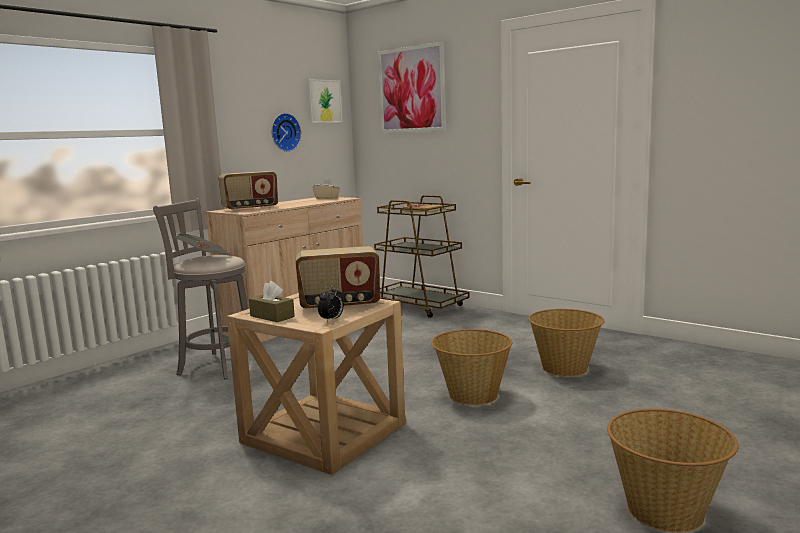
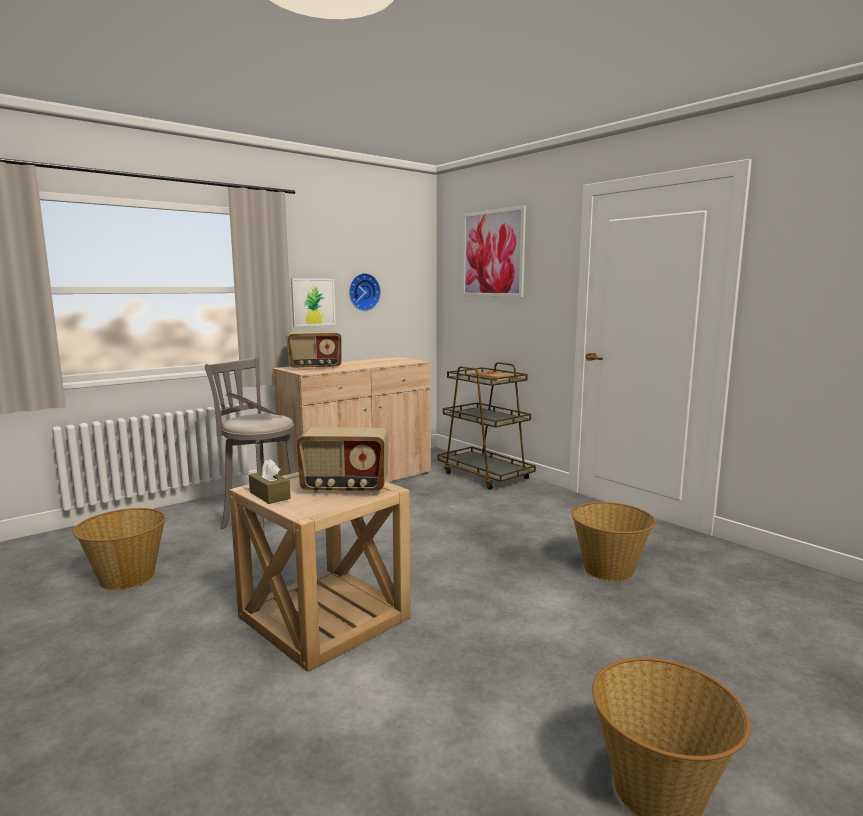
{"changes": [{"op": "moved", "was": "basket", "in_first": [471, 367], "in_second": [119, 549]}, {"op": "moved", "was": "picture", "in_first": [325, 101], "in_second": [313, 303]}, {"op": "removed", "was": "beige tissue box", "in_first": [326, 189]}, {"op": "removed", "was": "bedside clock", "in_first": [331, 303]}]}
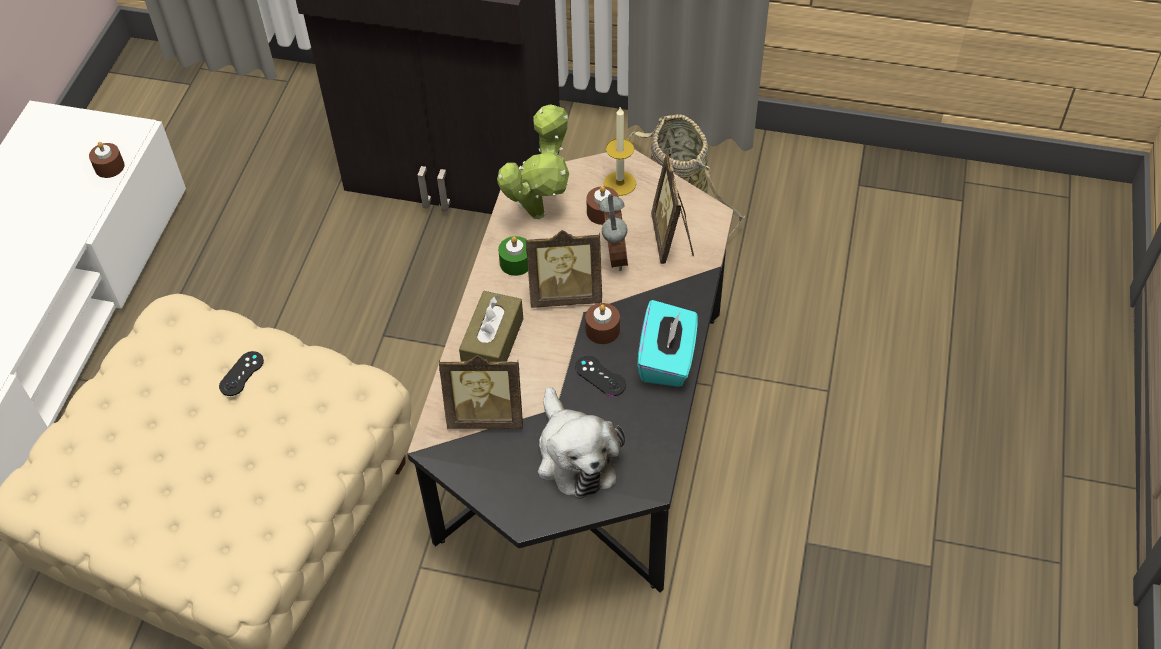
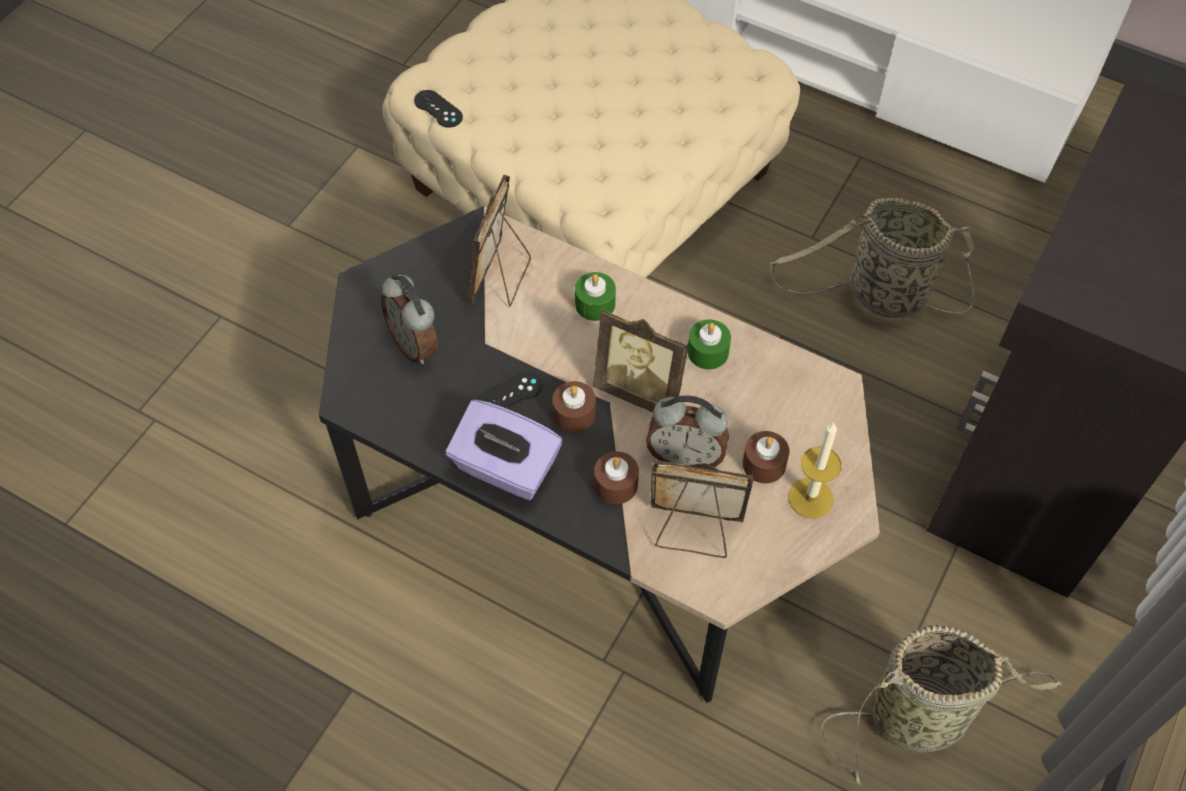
{"changes": [{"op": "replaced", "was": "plush toy", "now": "bedside clock", "in_first": [581, 443], "in_second": [409, 319]}, {"op": "moved", "was": "black-coloured game controller", "in_first": [241, 373], "in_second": [438, 109]}, {"op": "recoloured", "was": "turquoise-coloured tissue box", "now": "purple tissue box", "in_first": [667, 343], "in_second": [504, 450]}, {"op": "replaced", "was": "brownish tissue box", "now": "green wax candle", "in_first": [491, 326], "in_second": [595, 296]}, {"op": "turned", "was": "photo frame", "in_first": [564, 269], "in_second": [641, 360], "clockwise": -75}, {"op": "moved", "was": "brownish wax candle", "in_first": [107, 160], "in_second": [616, 477]}, {"op": "added", "now": "basket", "in_second": [872, 258]}, {"op": "removed", "was": "potted plant", "in_first": [533, 161]}]}
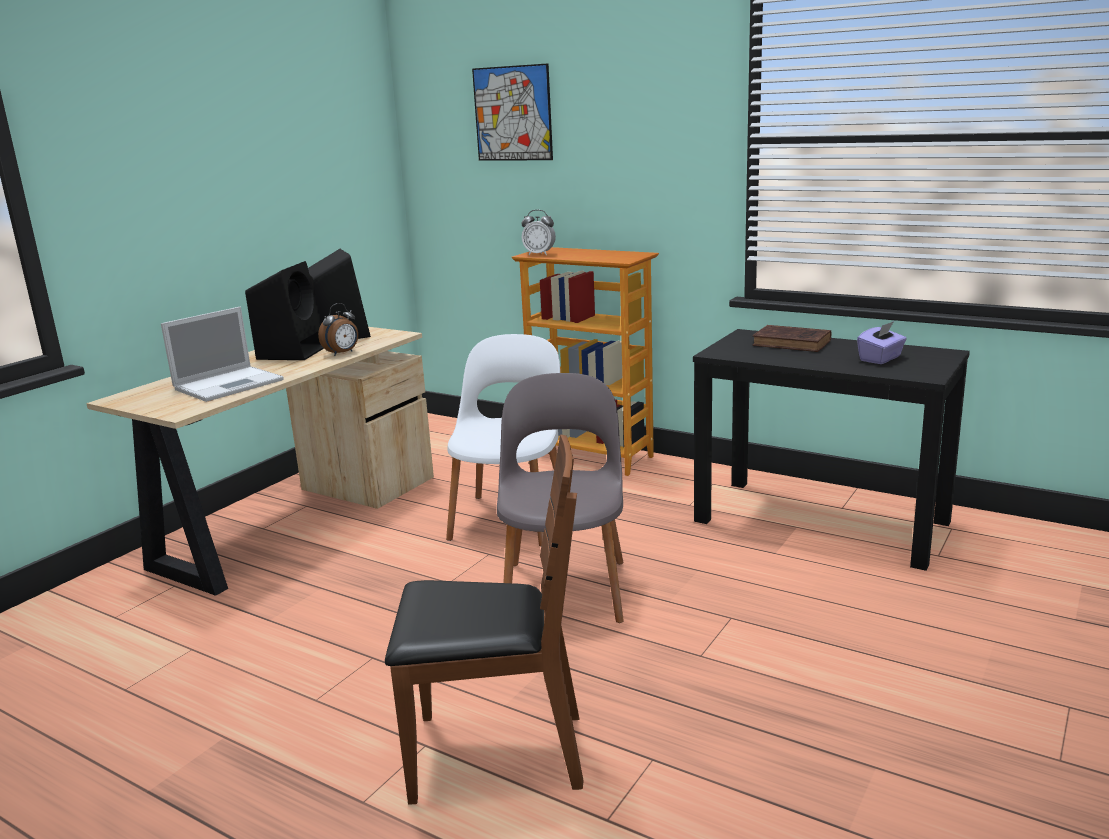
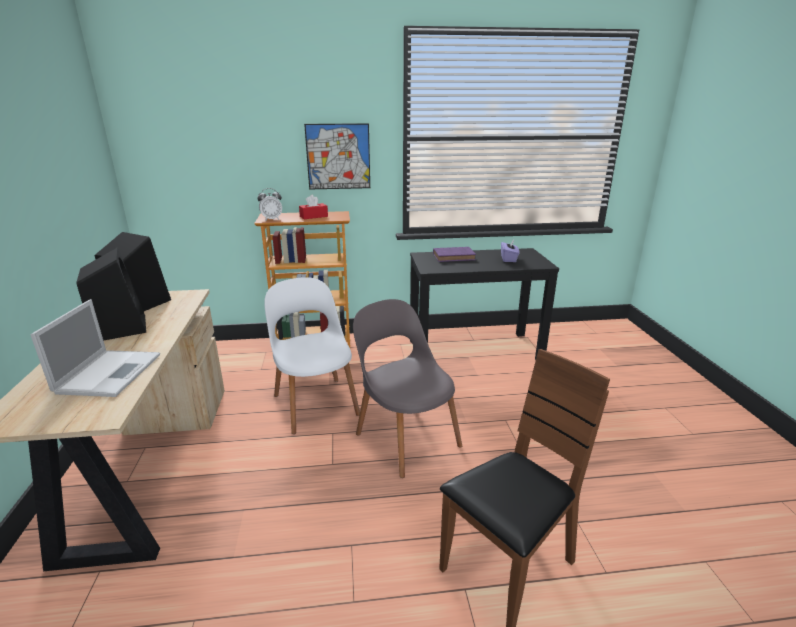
{"changes": [{"op": "added", "now": "red-coloured tissue box", "in_second": [313, 207]}, {"op": "moved", "was": "picture", "in_first": [512, 112], "in_second": [337, 156]}, {"op": "recoloured", "was": "brownish book", "now": "purple book", "in_first": [792, 338], "in_second": [454, 254]}, {"op": "removed", "was": "bedside clock", "in_first": [338, 329]}]}
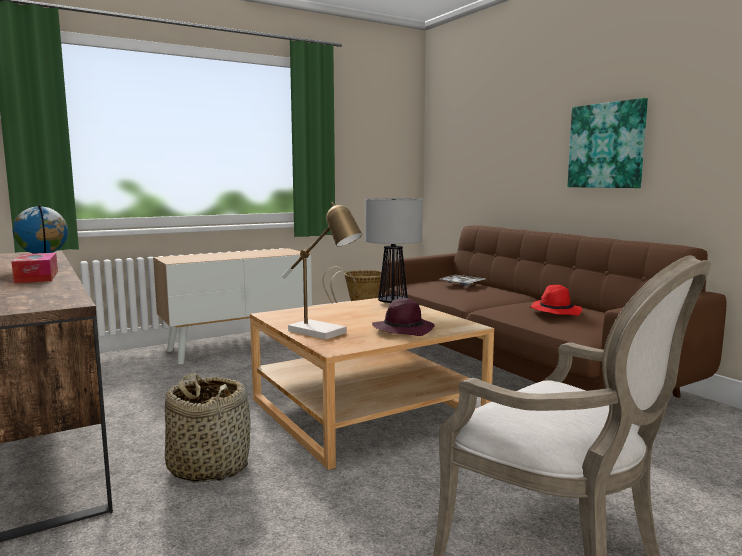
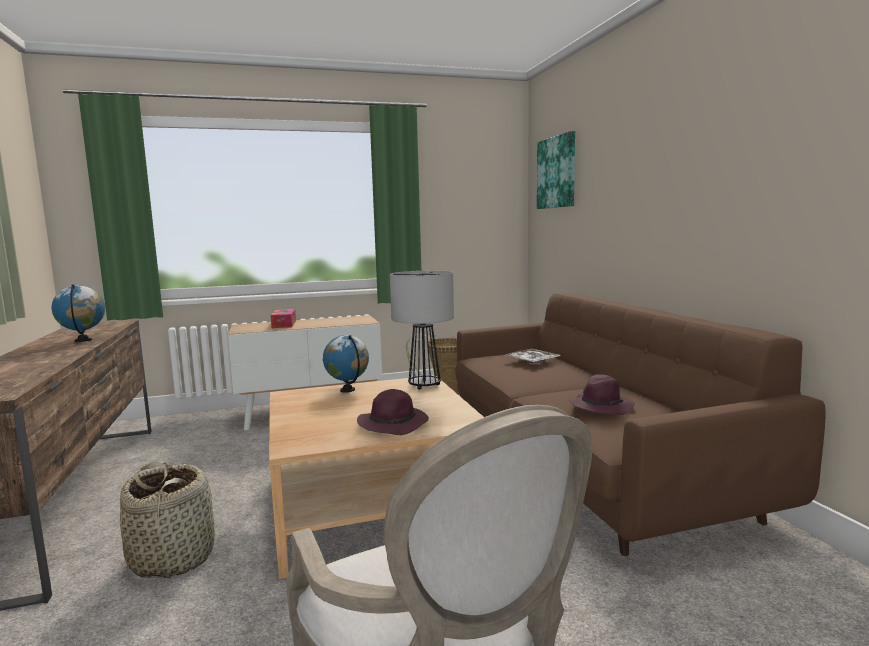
{"changes": [{"op": "moved", "was": "tissue box", "in_first": [34, 268], "in_second": [283, 318]}, {"op": "added", "now": "world globe", "in_second": [346, 364]}, {"op": "moved", "was": "picture", "in_first": [607, 143], "in_second": [556, 170]}, {"op": "recoloured", "was": "red-coloured clothing hat", "now": "purple clothing hat", "in_first": [556, 300], "in_second": [602, 394]}, {"op": "removed", "was": "lamp for a table", "in_first": [322, 271]}]}
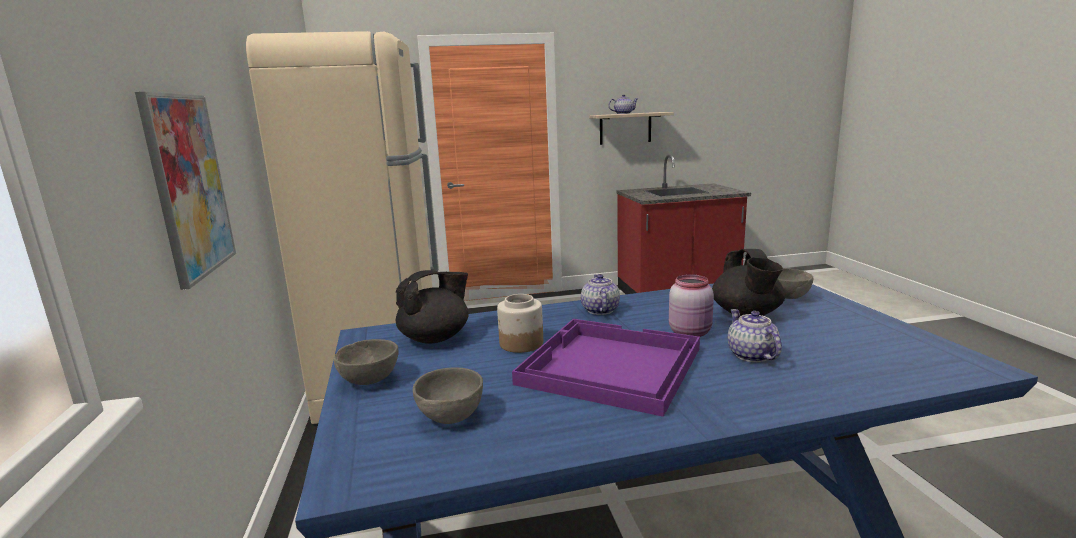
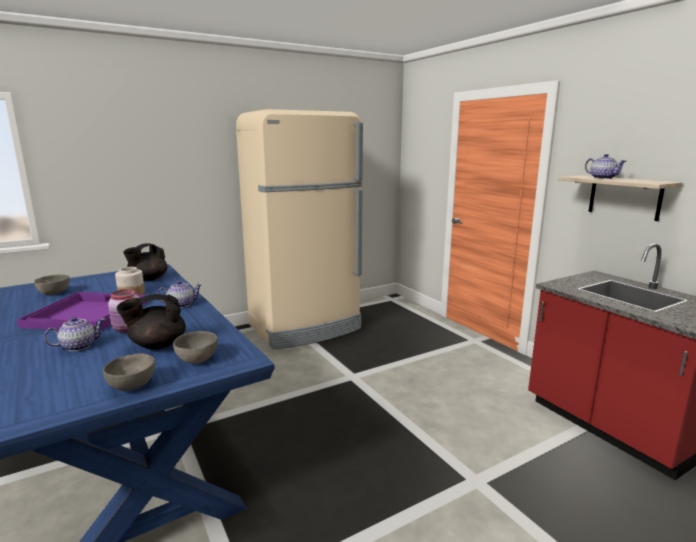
{"changes": [{"op": "moved", "was": "greyish deep dish", "in_first": [366, 362], "in_second": [129, 372]}, {"op": "turned", "was": "black-coloured pot for tea", "in_first": [432, 307], "in_second": [145, 262], "clockwise": 90}, {"op": "removed", "was": "picture", "in_first": [185, 191]}]}
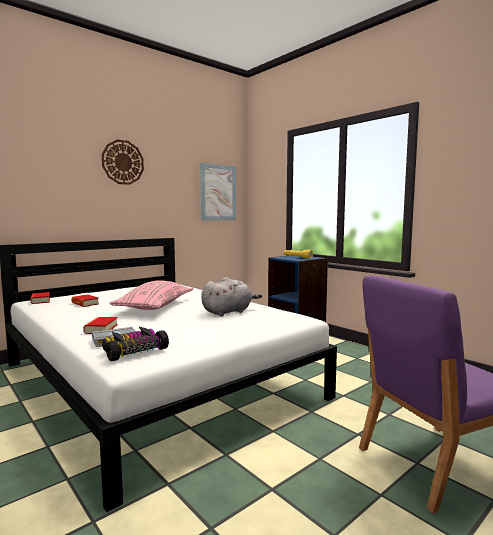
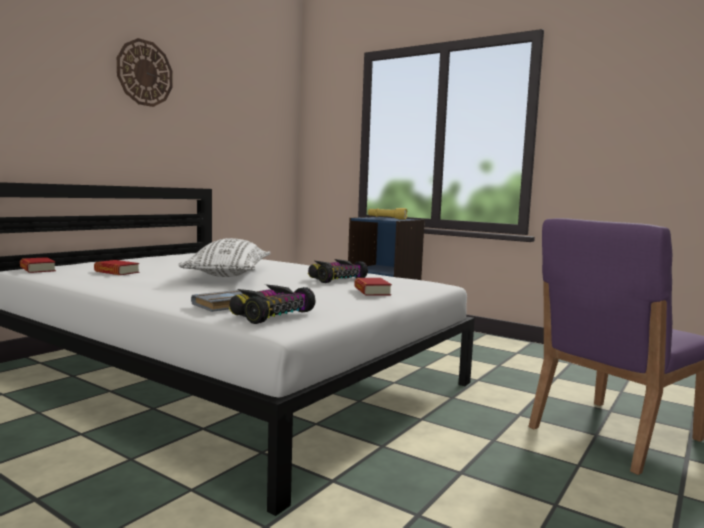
{"changes": [{"op": "recoloured", "was": "pink cushion", "now": "white cushion", "in_first": [151, 295], "in_second": [224, 257]}, {"op": "replaced", "was": "greyish plush toy", "now": "model car", "in_first": [231, 296], "in_second": [338, 271]}, {"op": "moved", "was": "book", "in_first": [100, 325], "in_second": [373, 287]}, {"op": "removed", "was": "picture", "in_first": [218, 192]}]}
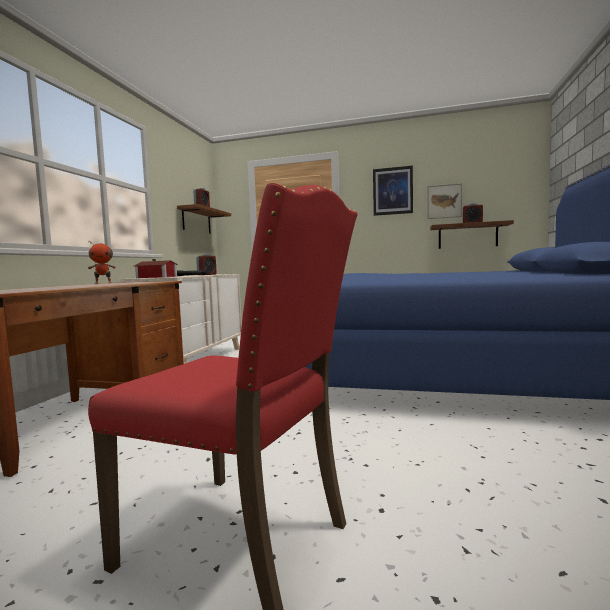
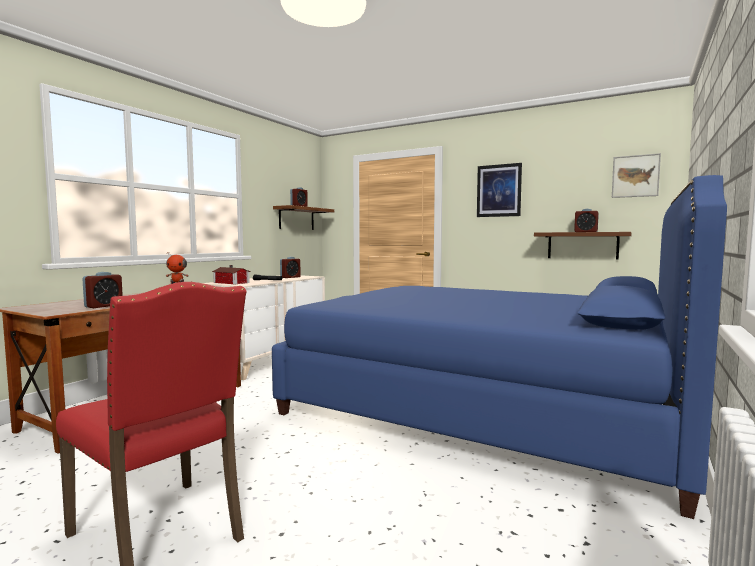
{"changes": [{"op": "added", "now": "bedside clock", "in_second": [102, 290]}, {"op": "moved", "was": "picture", "in_first": [444, 201], "in_second": [636, 175]}]}
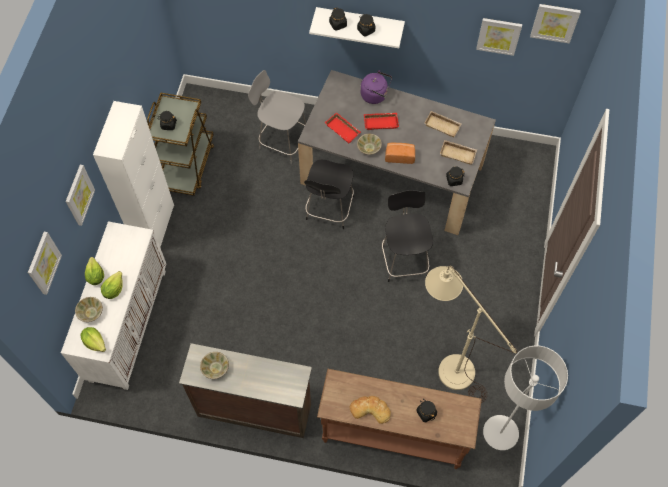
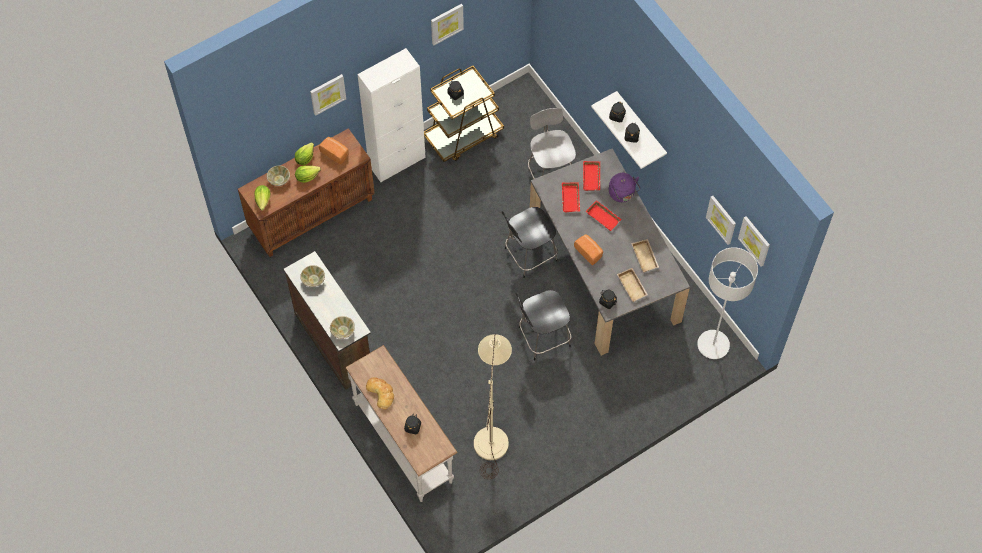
{"changes": [{"op": "recoloured", "was": "white cupboard", "now": "brownish cupboard", "in_first": [113, 305], "in_second": [306, 192]}, {"op": "added", "now": "bakery bread", "in_second": [333, 151]}, {"op": "moved", "was": "beige deep dish", "in_first": [369, 144], "in_second": [342, 327]}, {"op": "recoloured", "was": "brownish narrow table", "now": "white narrow table", "in_first": [399, 419], "in_second": [401, 423]}, {"op": "moved", "was": "picture", "in_first": [45, 263], "in_second": [447, 24]}, {"op": "turned", "was": "black-coloured upright chair", "in_first": [407, 236], "in_second": [543, 325], "clockwise": -150}, {"op": "added", "now": "red-coloured serving tray", "in_second": [592, 176]}, {"op": "moved", "was": "greyish standard lamp", "in_first": [525, 398], "in_second": [727, 303]}]}
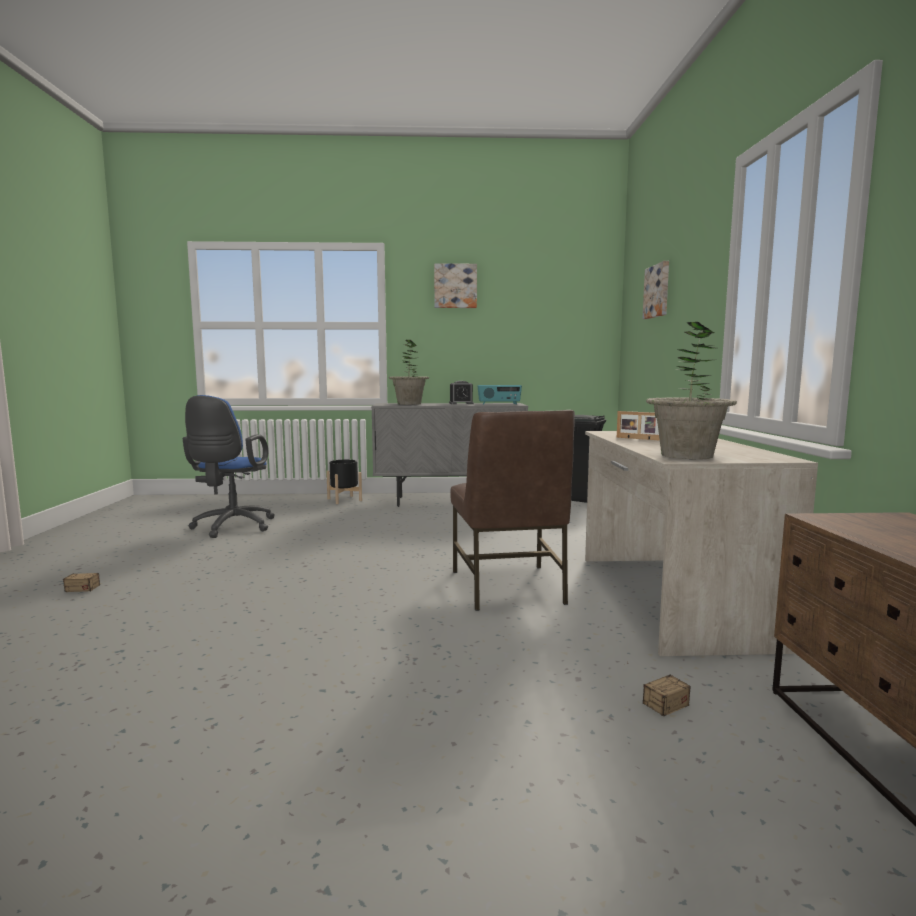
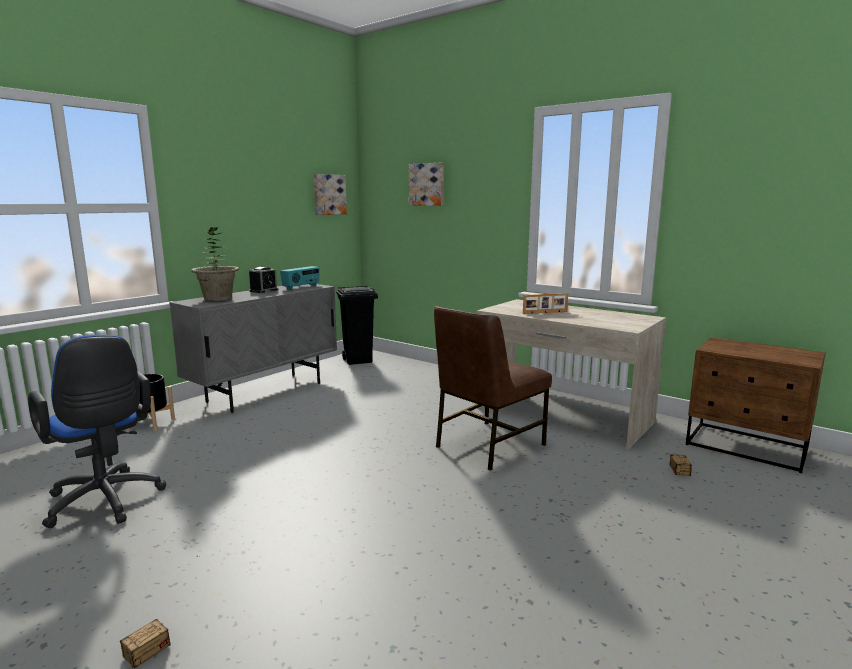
{"changes": [{"op": "moved", "was": "picture", "in_first": [455, 285], "in_second": [330, 194]}, {"op": "turned", "was": "brownish upright chair", "in_first": [512, 510], "in_second": [493, 388], "clockwise": 105}, {"op": "removed", "was": "potted plant", "in_first": [691, 390]}]}
